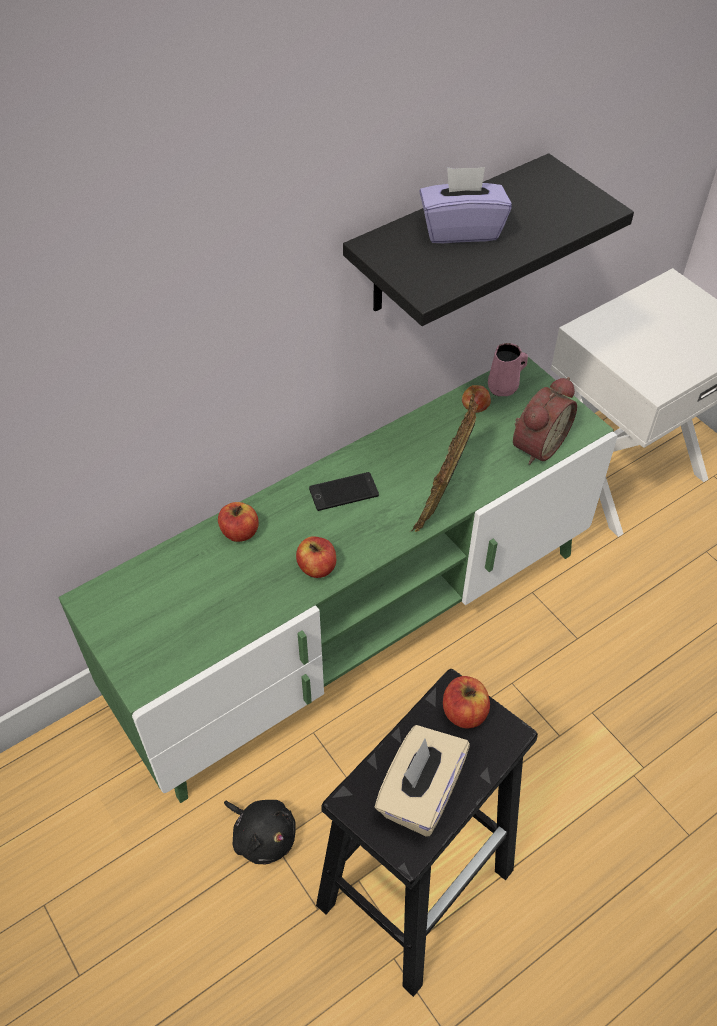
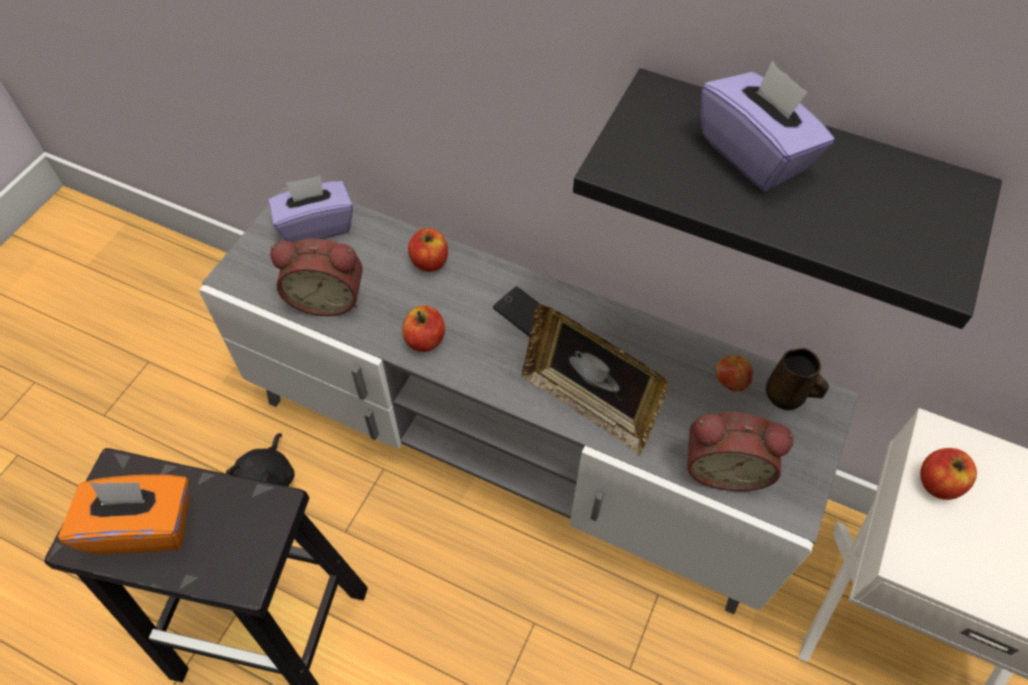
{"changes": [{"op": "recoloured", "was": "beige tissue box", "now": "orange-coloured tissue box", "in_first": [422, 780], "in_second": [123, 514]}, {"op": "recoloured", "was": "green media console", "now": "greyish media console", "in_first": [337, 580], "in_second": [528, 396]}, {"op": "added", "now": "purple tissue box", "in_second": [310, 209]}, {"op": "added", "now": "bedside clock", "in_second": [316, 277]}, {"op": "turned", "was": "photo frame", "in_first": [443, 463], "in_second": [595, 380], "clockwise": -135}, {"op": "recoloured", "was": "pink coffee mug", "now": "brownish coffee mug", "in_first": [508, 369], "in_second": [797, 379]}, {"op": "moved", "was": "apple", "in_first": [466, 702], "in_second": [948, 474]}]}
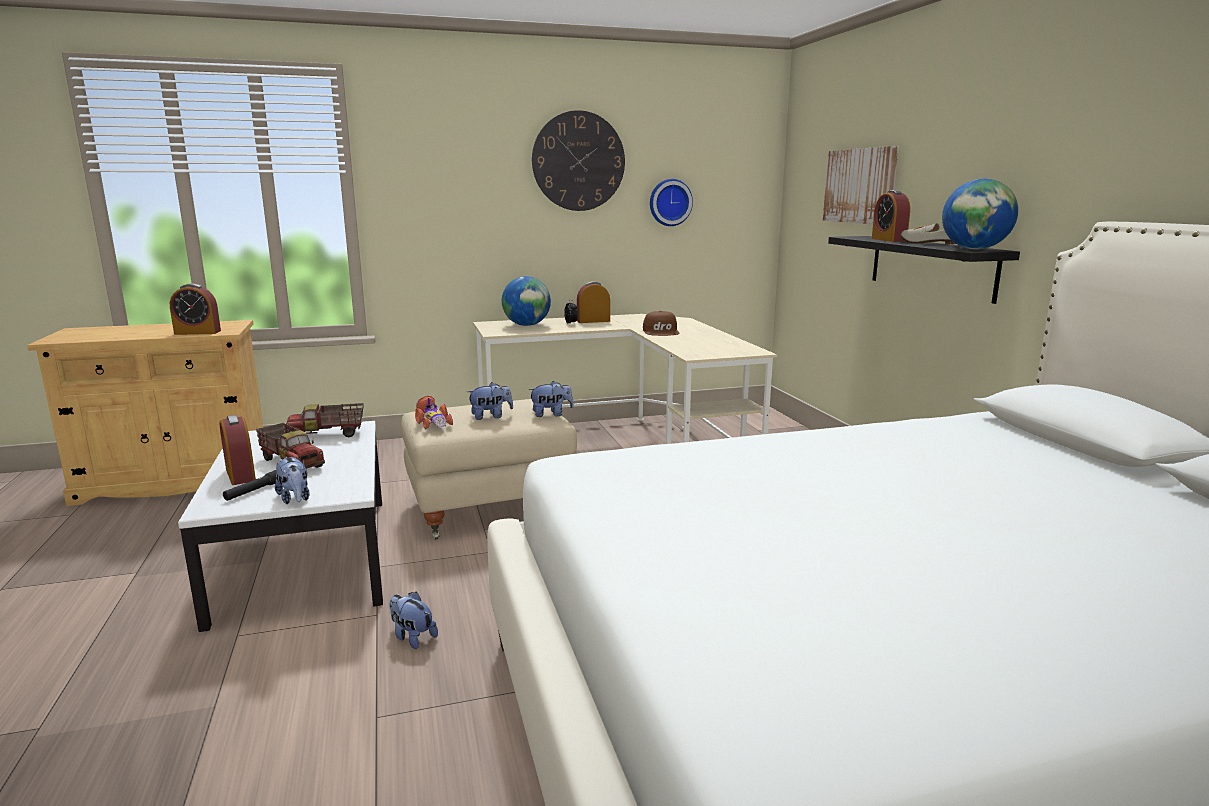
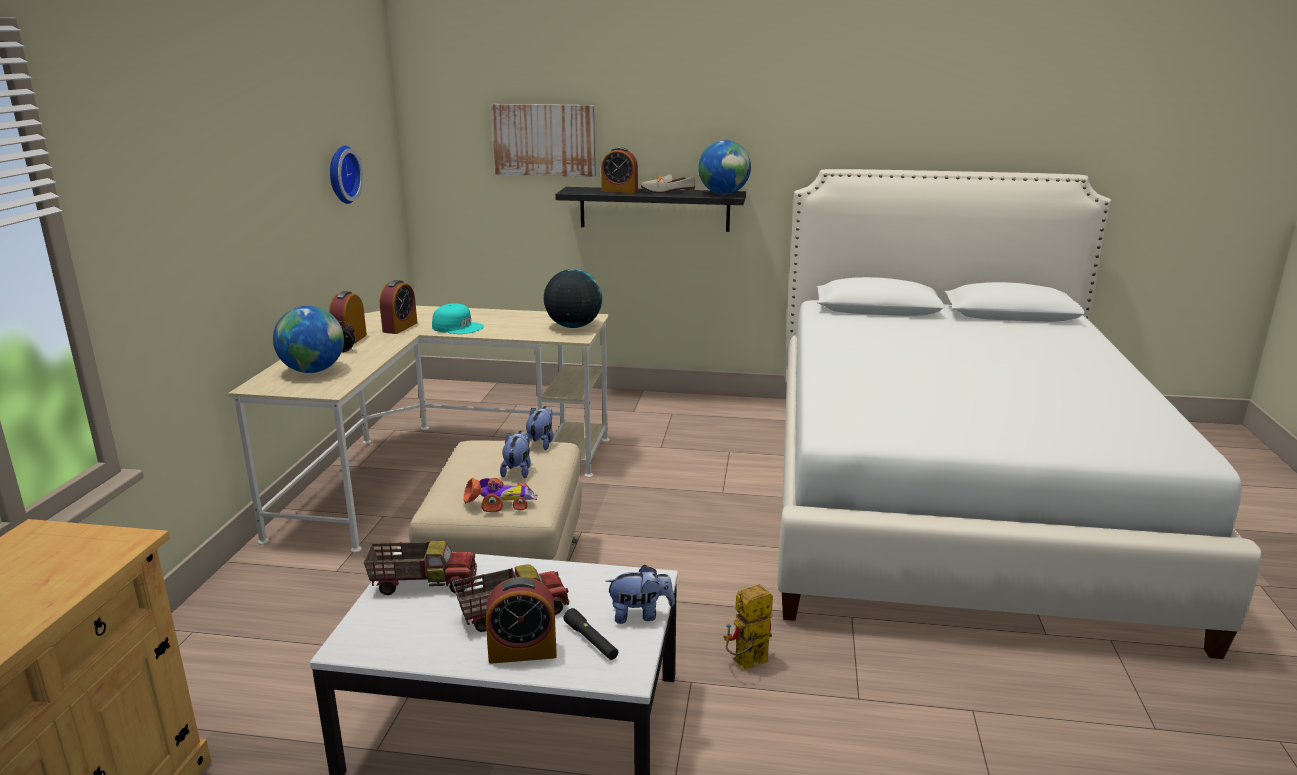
{"changes": [{"op": "turned", "was": "model truck", "in_first": [324, 420], "in_second": [420, 568], "clockwise": -105}, {"op": "moved", "was": "bedside clock", "in_first": [195, 309], "in_second": [398, 307]}, {"op": "recoloured", "was": "brownish baseball cap", "now": "turquoise-coloured baseball cap", "in_first": [661, 323], "in_second": [458, 318]}, {"op": "added", "now": "world globe", "in_second": [573, 298]}, {"op": "replaced", "was": "plush toy", "now": "robot figure", "in_first": [413, 620], "in_second": [748, 627]}, {"op": "removed", "was": "hanging clock", "in_first": [578, 160]}]}
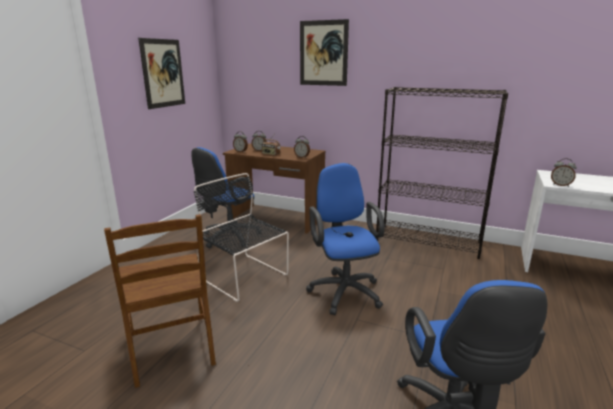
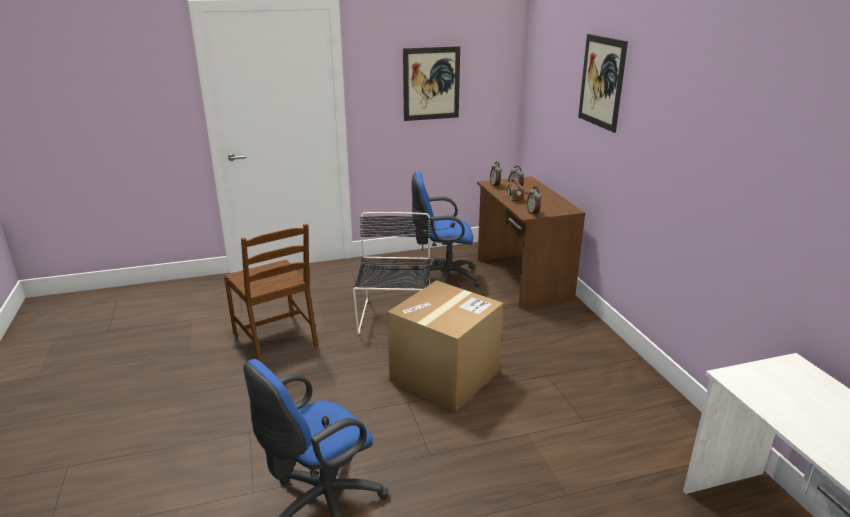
{"changes": [{"op": "turned", "was": "brownish upright chair", "in_first": [160, 301], "in_second": [271, 293], "clockwise": -60}, {"op": "replaced", "was": "bluish desk chair", "now": "carton", "in_first": [345, 239], "in_second": [445, 346]}, {"op": "removed", "was": "black-coloured shelving unit", "in_first": [442, 173]}, {"op": "removed", "was": "bedside clock", "in_first": [564, 172]}]}
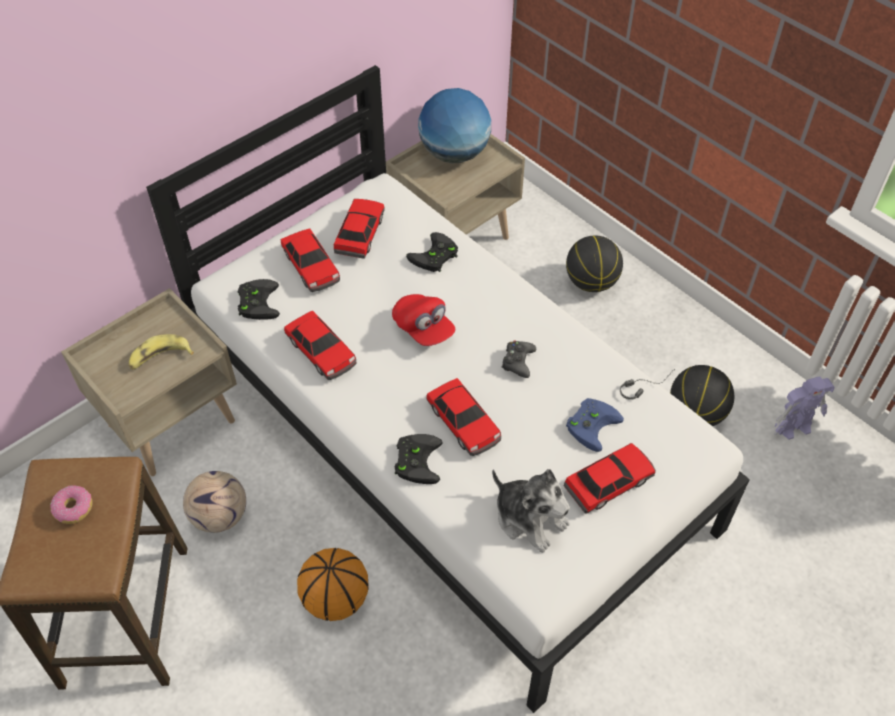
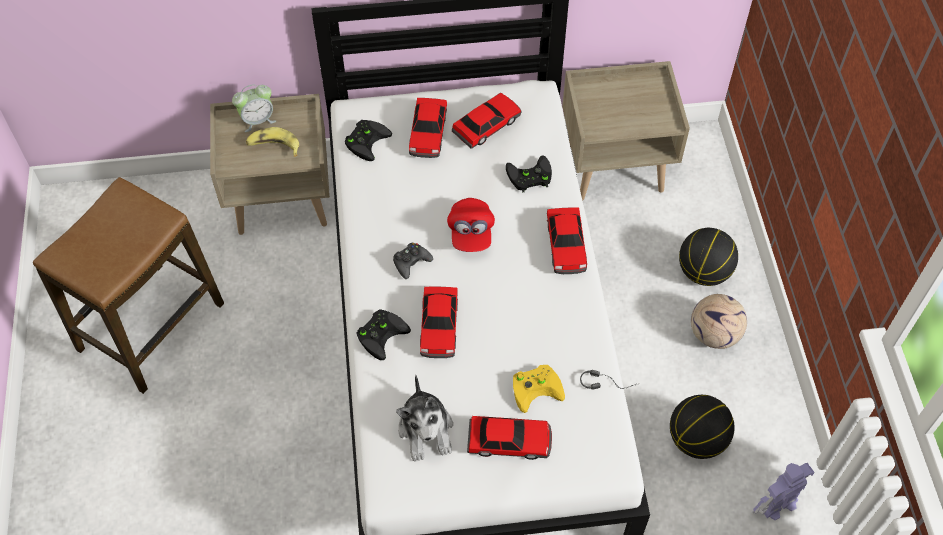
{"changes": [{"op": "added", "now": "bedside clock", "in_second": [254, 108]}, {"op": "moved", "was": "black-coloured game controller", "in_first": [518, 359], "in_second": [413, 261]}, {"op": "recoloured", "was": "bluish game controller", "now": "yellowish game controller", "in_first": [595, 425], "in_second": [539, 389]}, {"op": "moved", "was": "model car", "in_first": [320, 345], "in_second": [567, 240]}, {"op": "moved", "was": "football", "in_first": [214, 502], "in_second": [719, 321]}, {"op": "turned", "was": "robot figure", "in_first": [804, 408], "in_second": [783, 491], "clockwise": 135}, {"op": "removed", "was": "ring doughnut", "in_first": [71, 504]}, {"op": "removed", "was": "ball for basketball", "in_first": [333, 584]}, {"op": "removed", "was": "world globe", "in_first": [454, 125]}]}
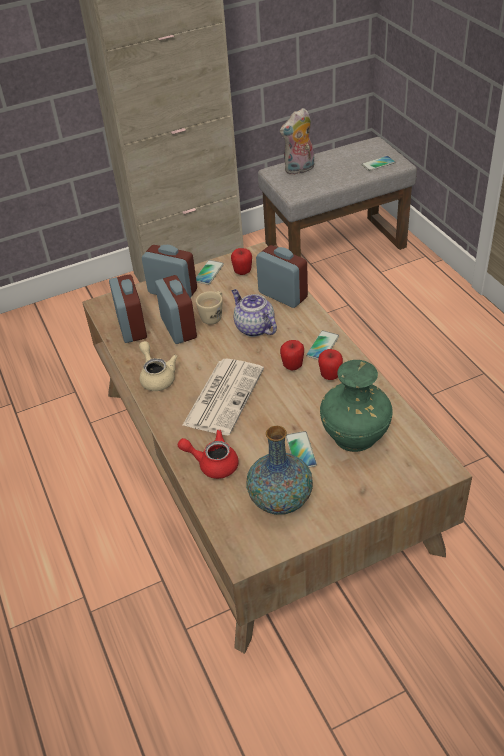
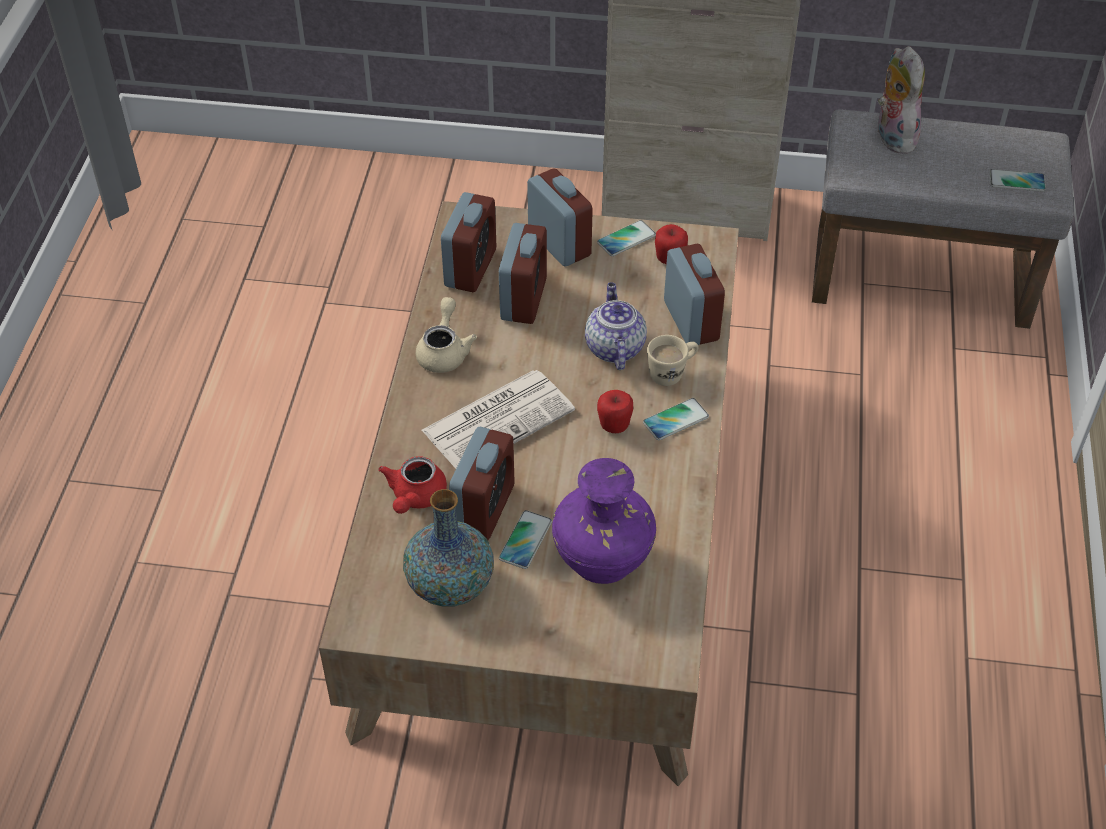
{"changes": [{"op": "turned", "was": "red-coloured pot for tea", "in_first": [208, 454], "in_second": [412, 485], "clockwise": -120}, {"op": "added", "now": "bedside clock", "in_second": [482, 483]}, {"op": "recoloured", "was": "green flower vase", "now": "purple flower vase", "in_first": [356, 406], "in_second": [604, 521]}, {"op": "moved", "was": "beige coffee mug", "in_first": [209, 308], "in_second": [673, 360]}, {"op": "turned", "was": "plush toy", "in_first": [297, 141], "in_second": [901, 100], "clockwise": 75}, {"op": "removed", "was": "apple", "in_first": [330, 364]}]}
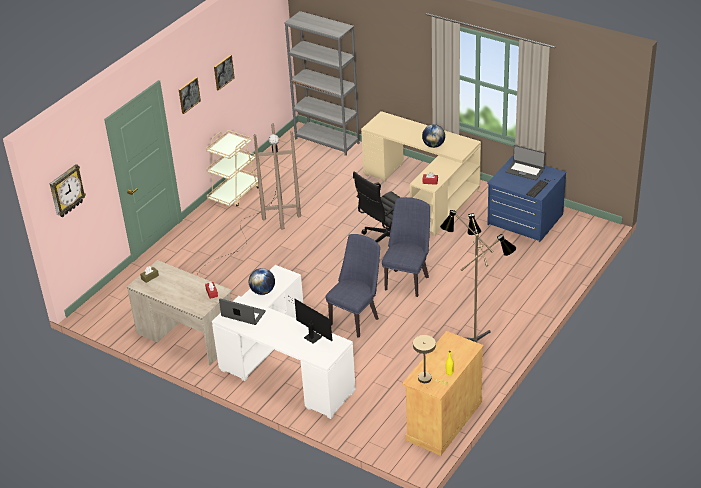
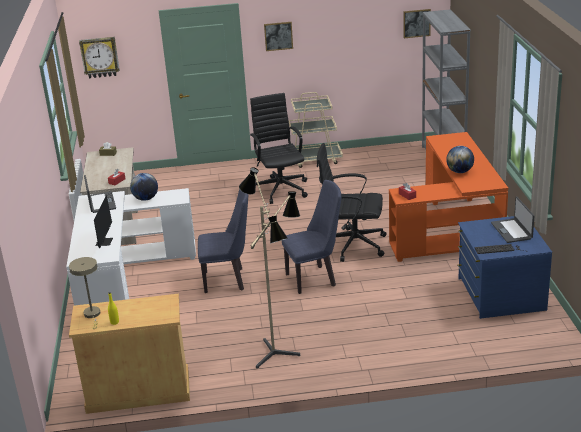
{"changes": [{"op": "replaced", "was": "brownish standard lamp", "now": "black-coloured desk chair", "in_first": [249, 198], "in_second": [279, 148]}, {"op": "recoloured", "was": "beige desk unit", "now": "orange-coloured desk unit", "in_first": [421, 173], "in_second": [448, 197]}, {"op": "moved", "was": "picture", "in_first": [224, 73], "in_second": [417, 23]}]}
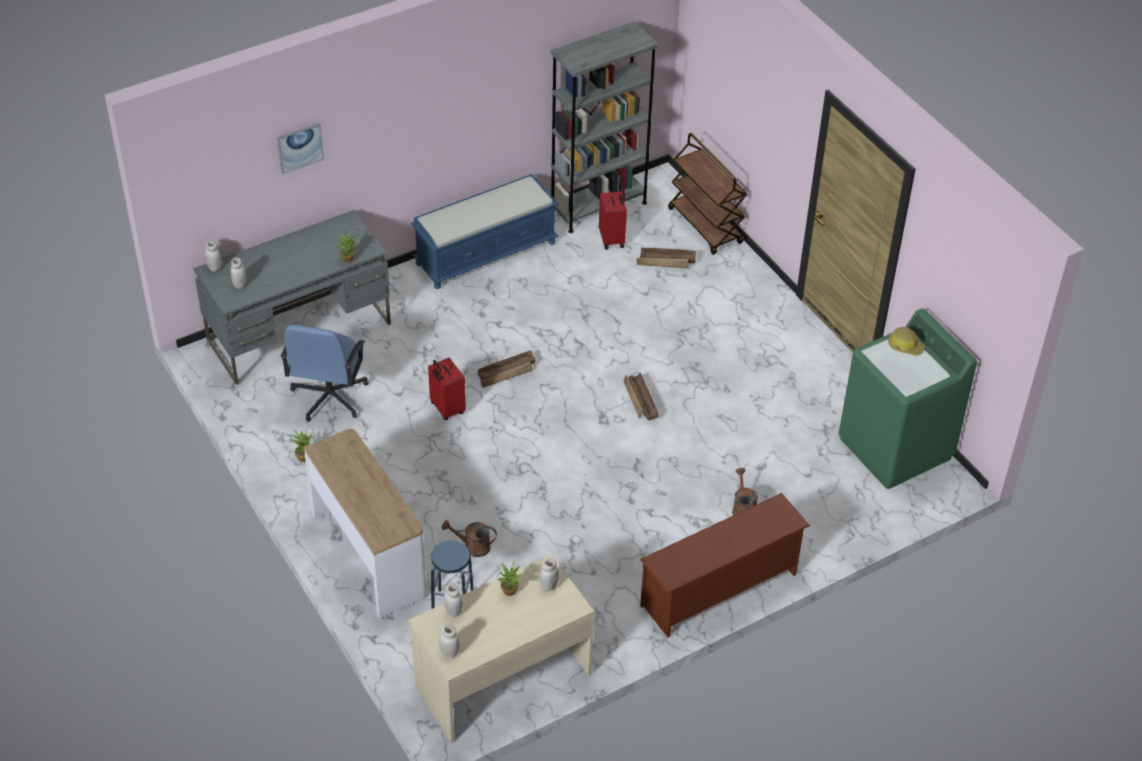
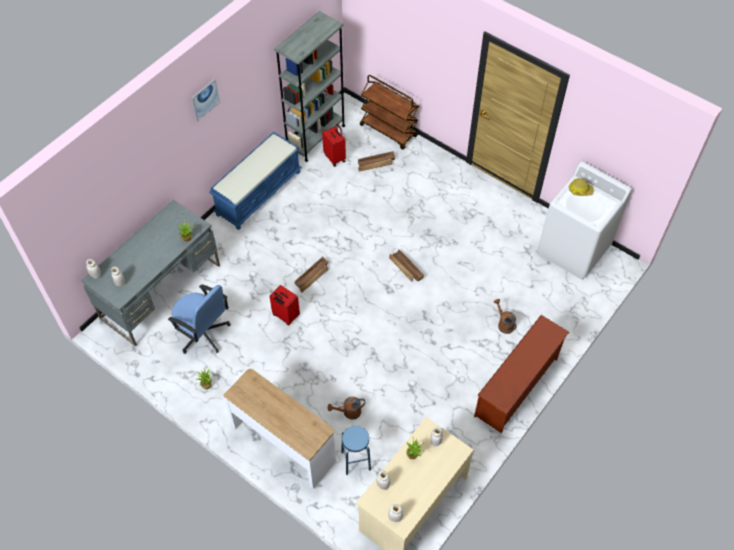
{"changes": [{"op": "turned", "was": "bluish desk chair", "in_first": [325, 373], "in_second": [199, 319], "clockwise": -45}, {"op": "moved", "was": "picture", "in_first": [300, 148], "in_second": [205, 100]}, {"op": "recoloured", "was": "green laundry machine", "now": "white laundry machine", "in_first": [908, 398], "in_second": [585, 220]}]}
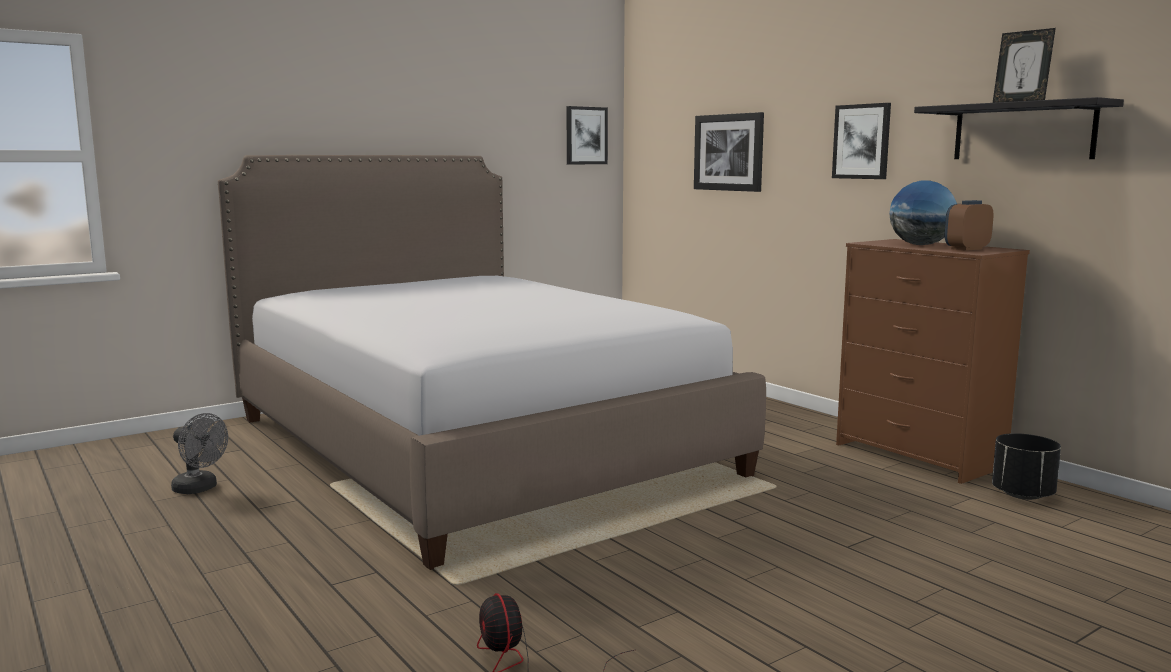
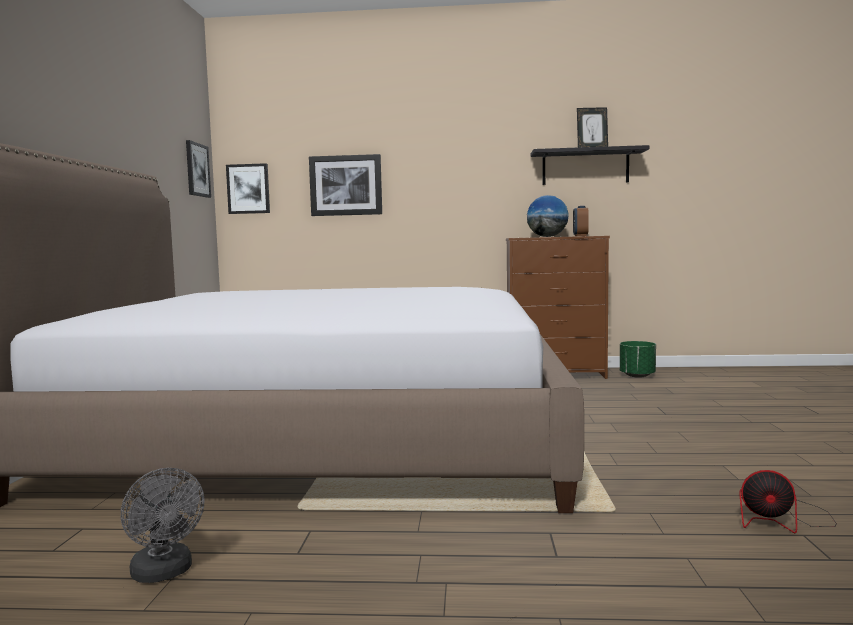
{"changes": [{"op": "turned", "was": "greyish cooling fan", "in_first": [199, 453], "in_second": [163, 525], "clockwise": 75}, {"op": "moved", "was": "picture", "in_first": [861, 141], "in_second": [248, 188]}, {"op": "recoloured", "was": "black-coloured plant pot", "now": "green plant pot", "in_first": [1026, 466], "in_second": [638, 359]}]}
